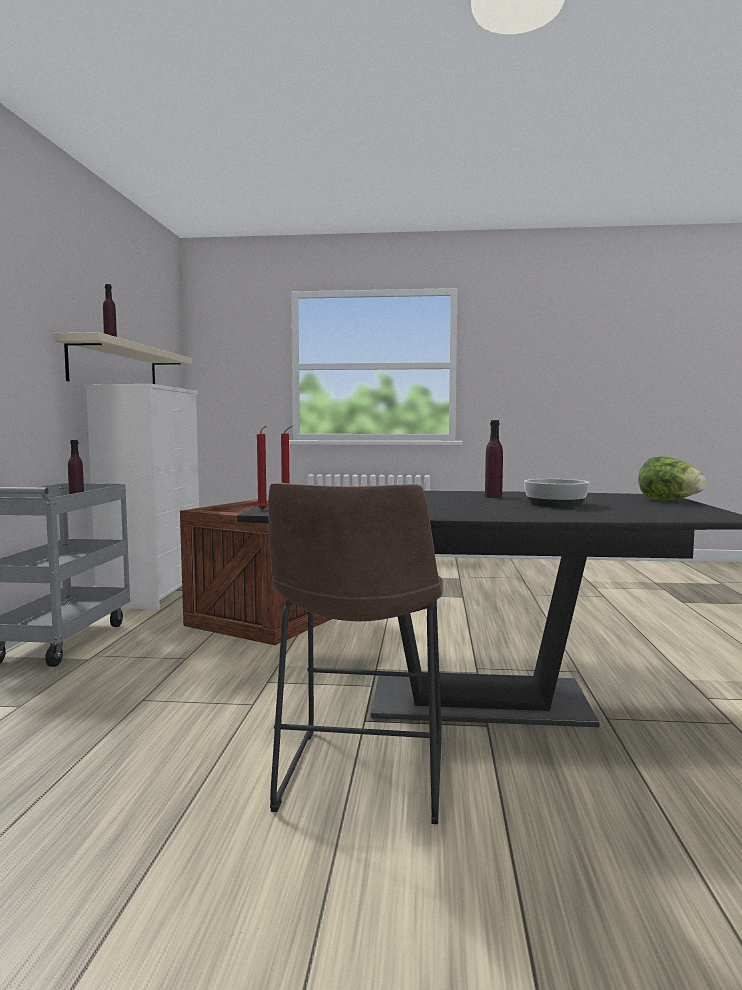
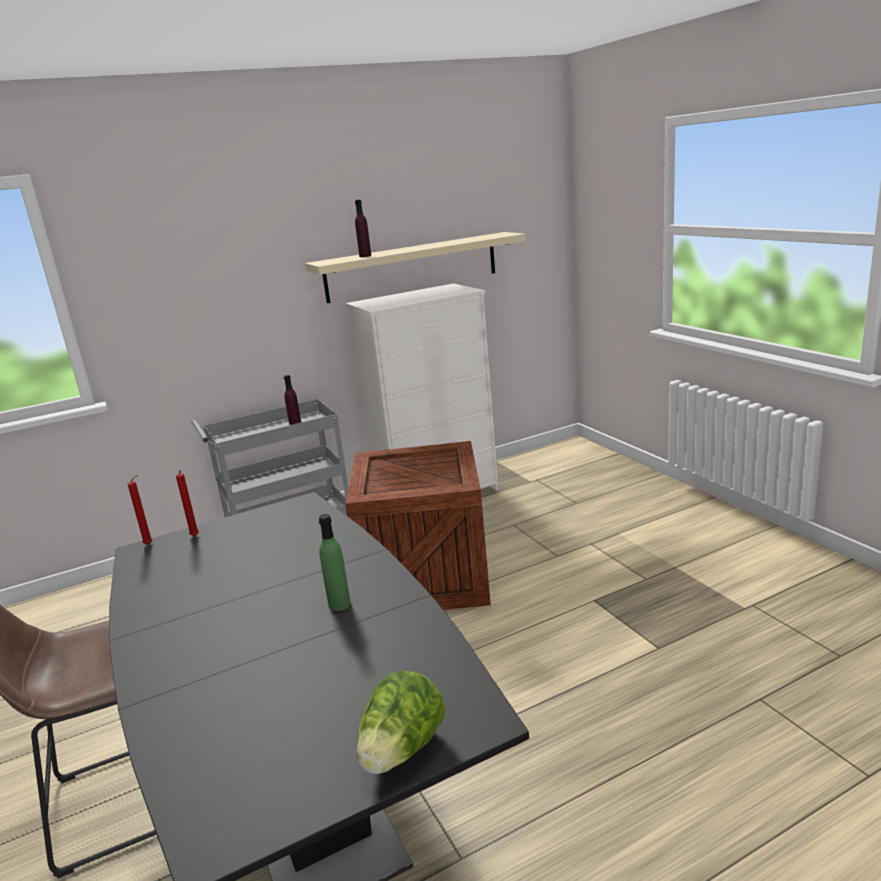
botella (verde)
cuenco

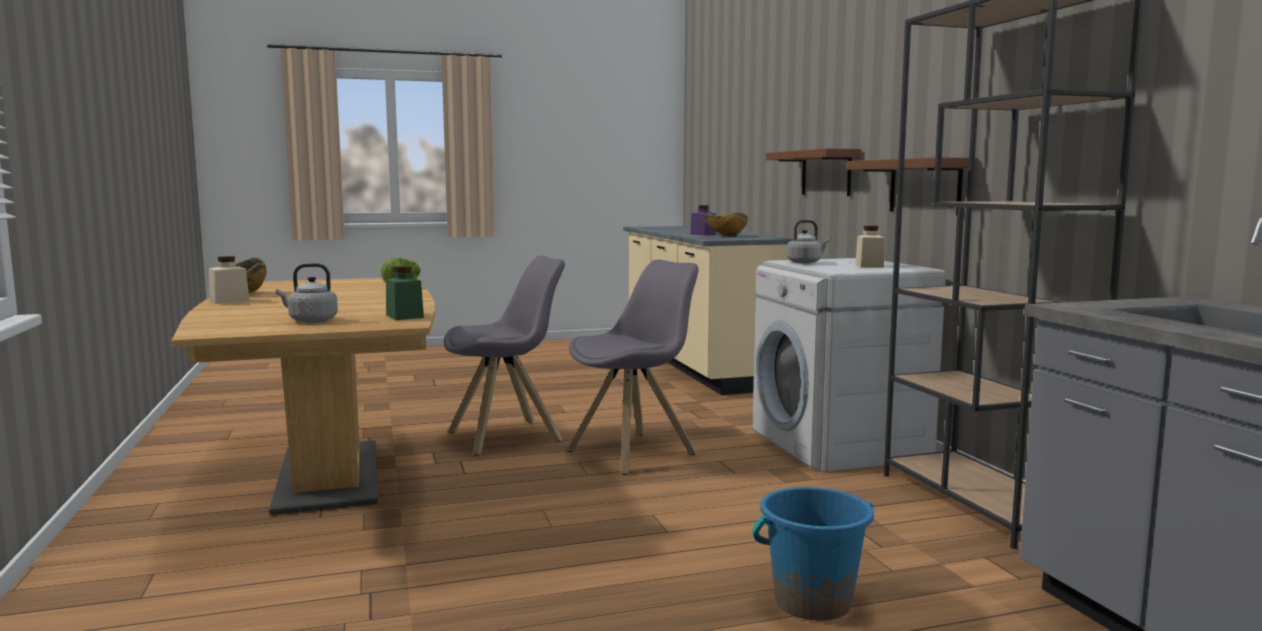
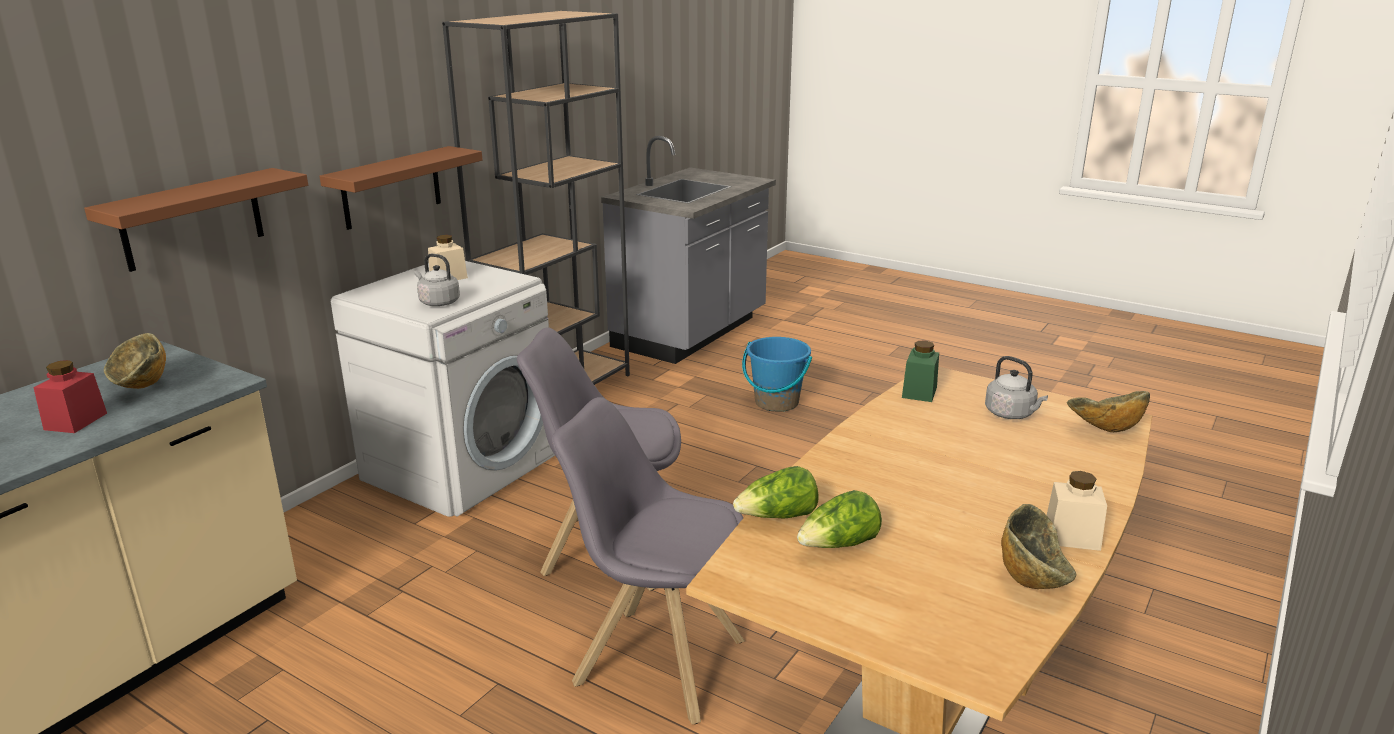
tarro (rojo)
lechuga (no. 2 from left)
cuenco (no. 3 from left)

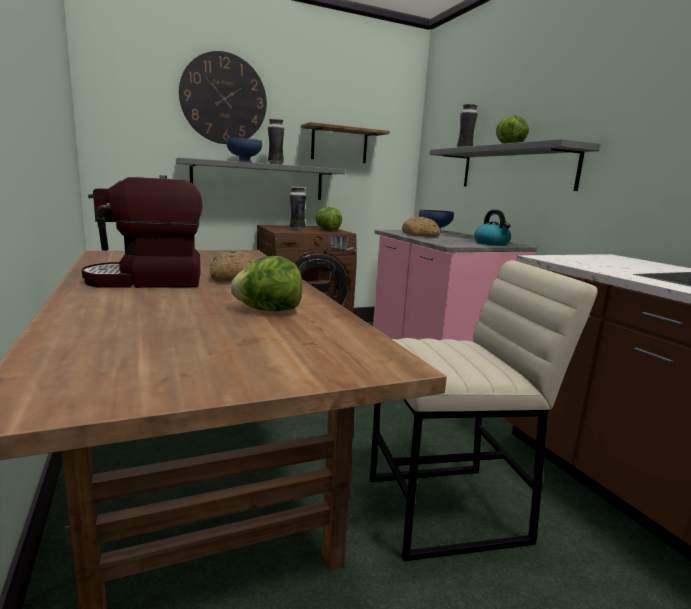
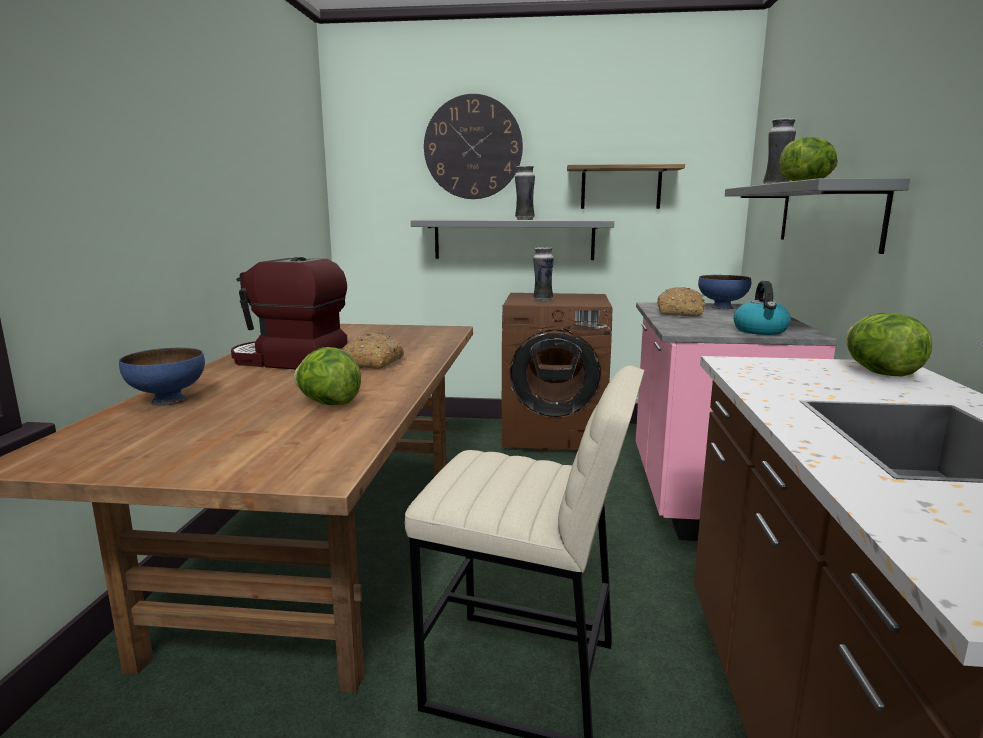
cuenco (azul) (no. 1 from left)
lechuga (no. 3 from left)

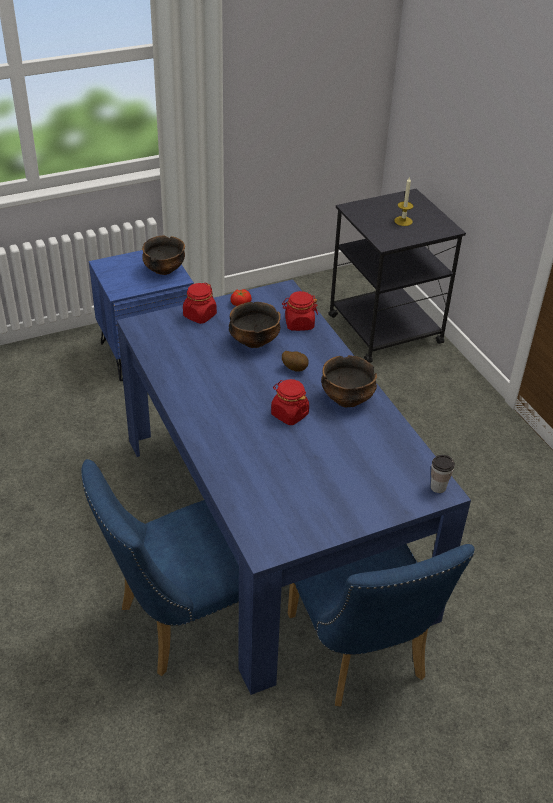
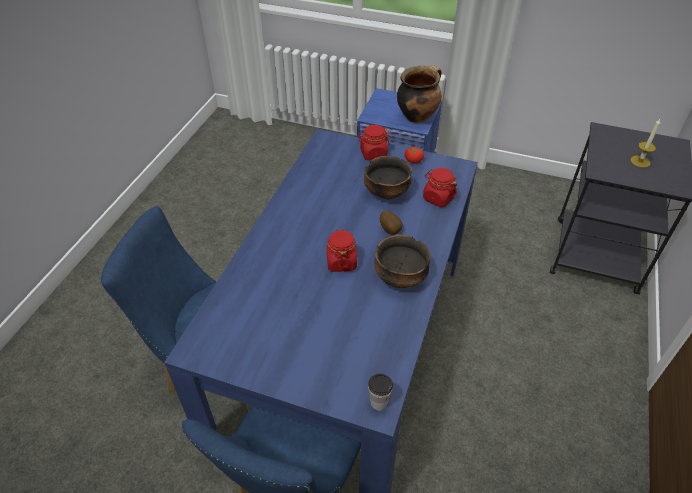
olla

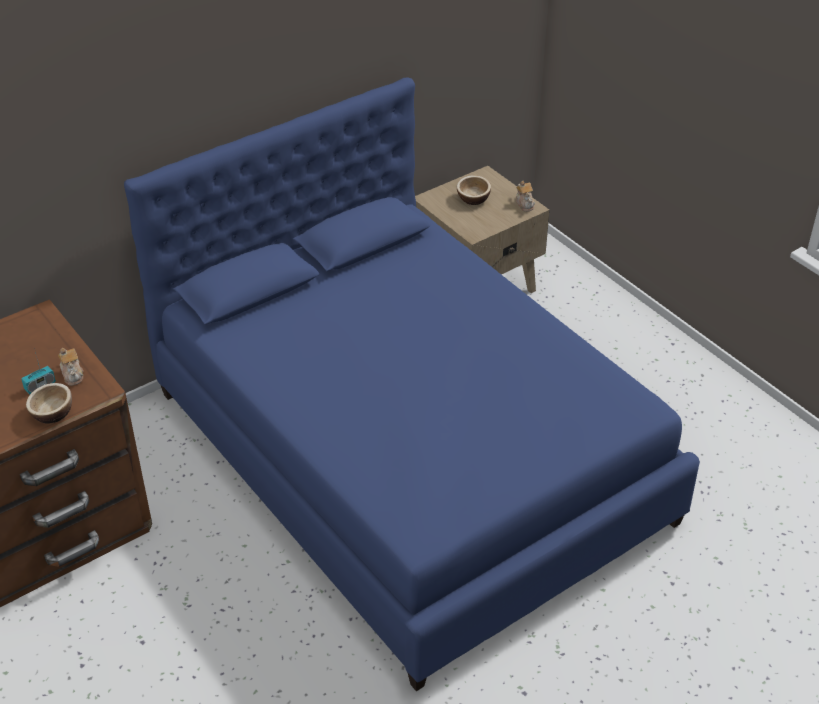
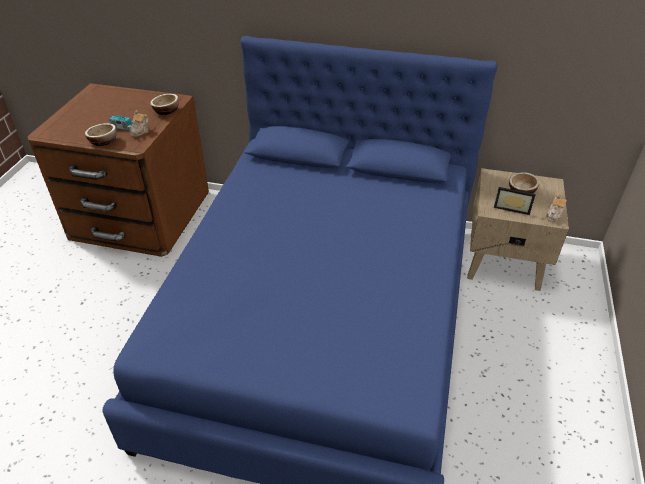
cuenco (no. 2 from left)
portarretratos

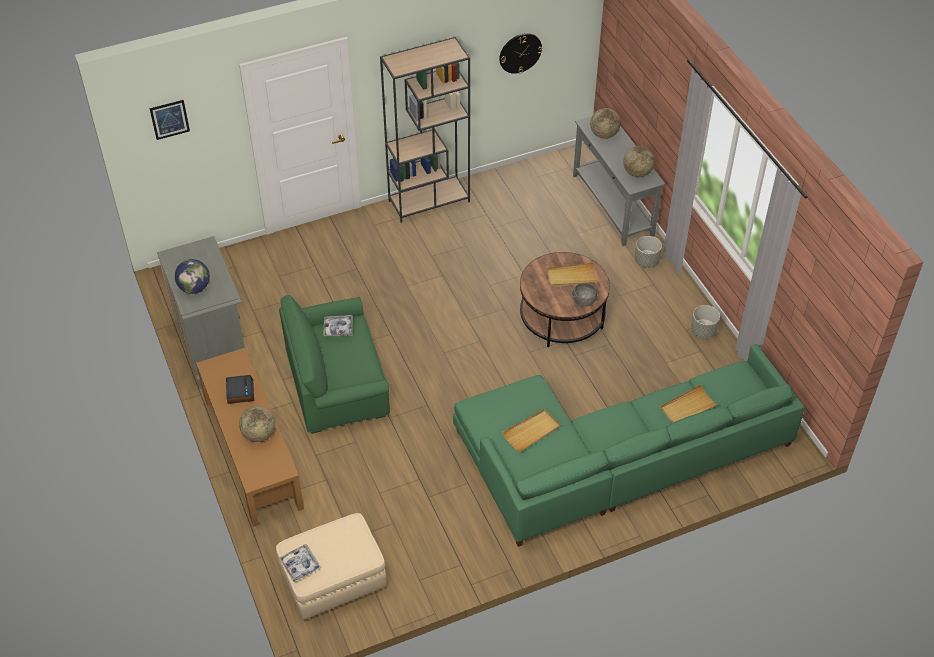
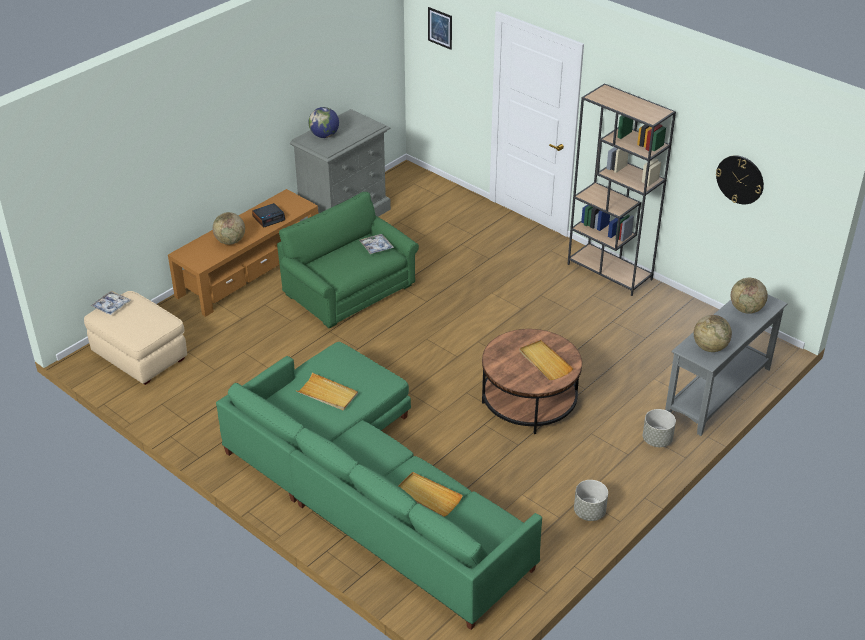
cuenco (gris)

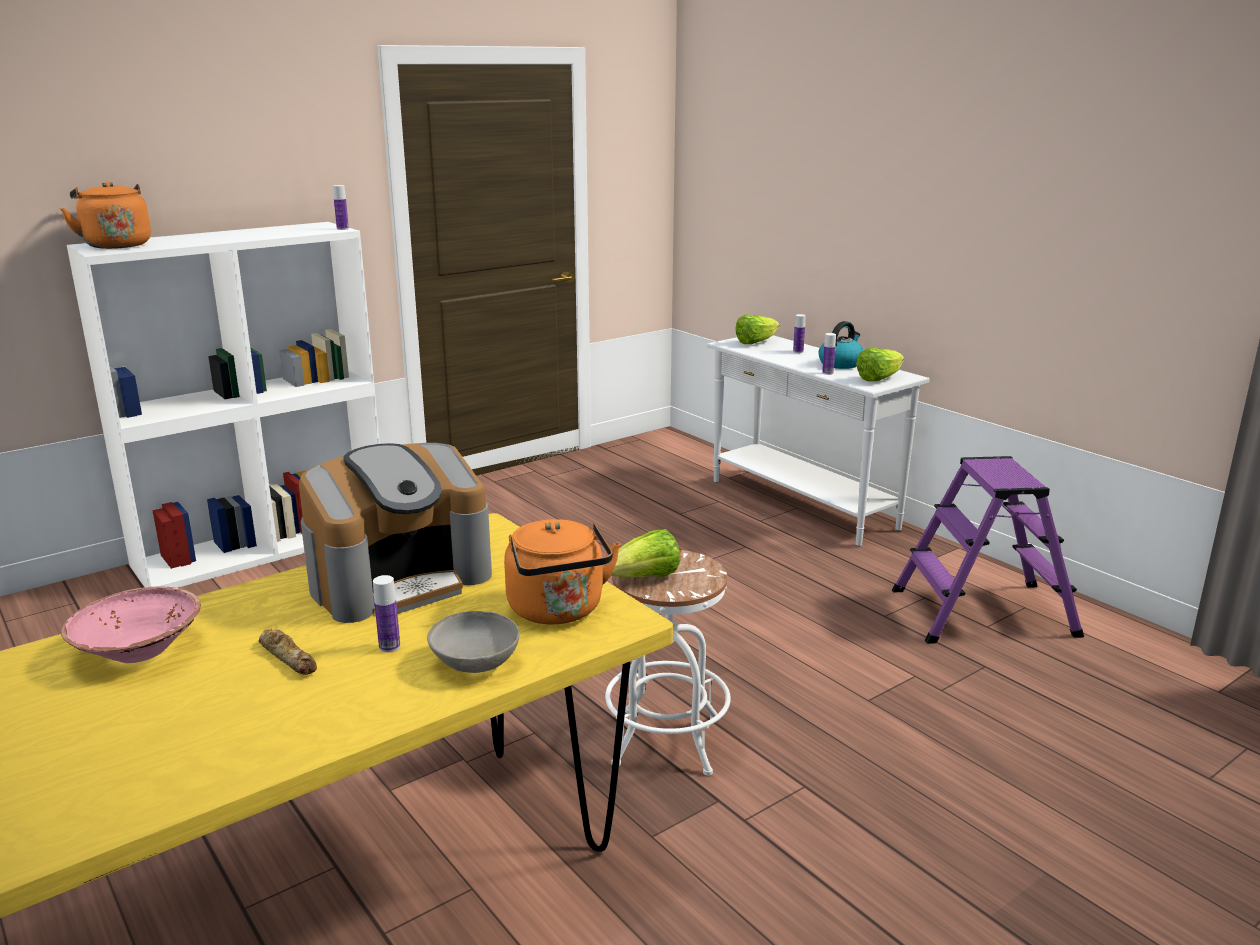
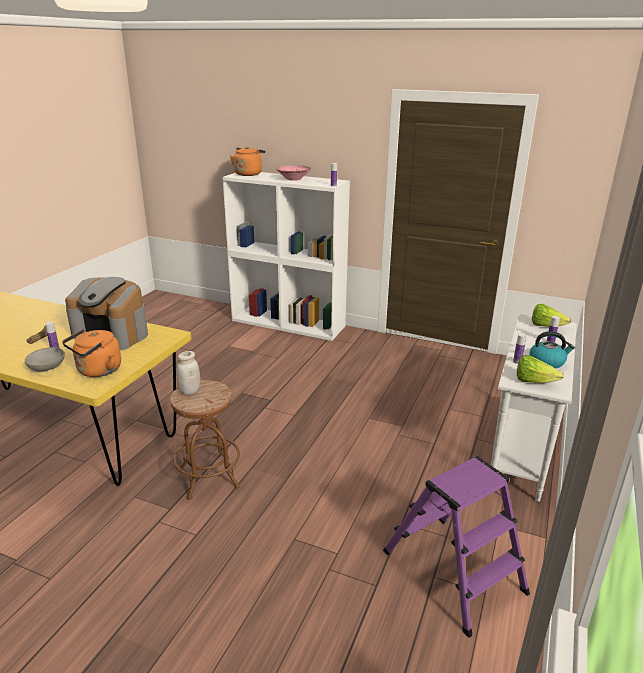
cuenco (rosa)
taburete (marrón)
tarro (blanco)

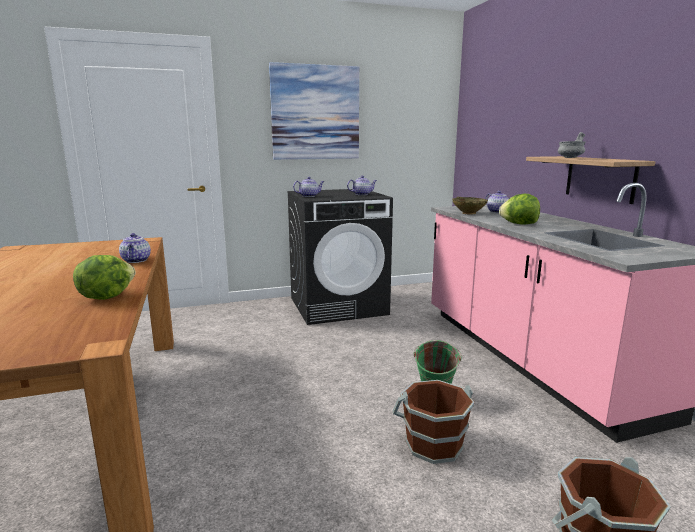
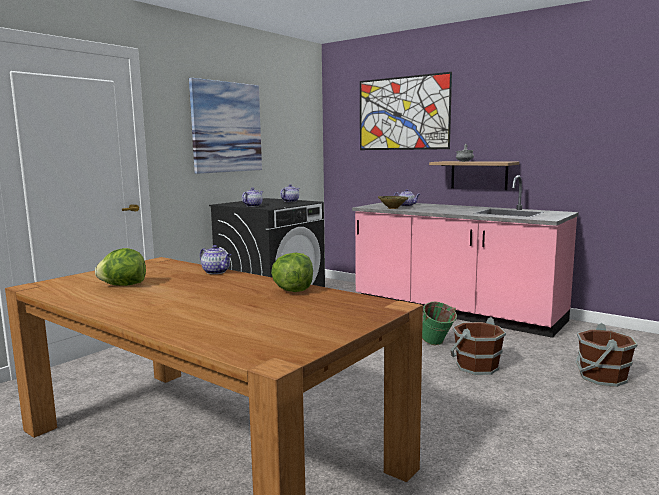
lechuga (no. 1 from left)
cuadro (no. 2 from left)

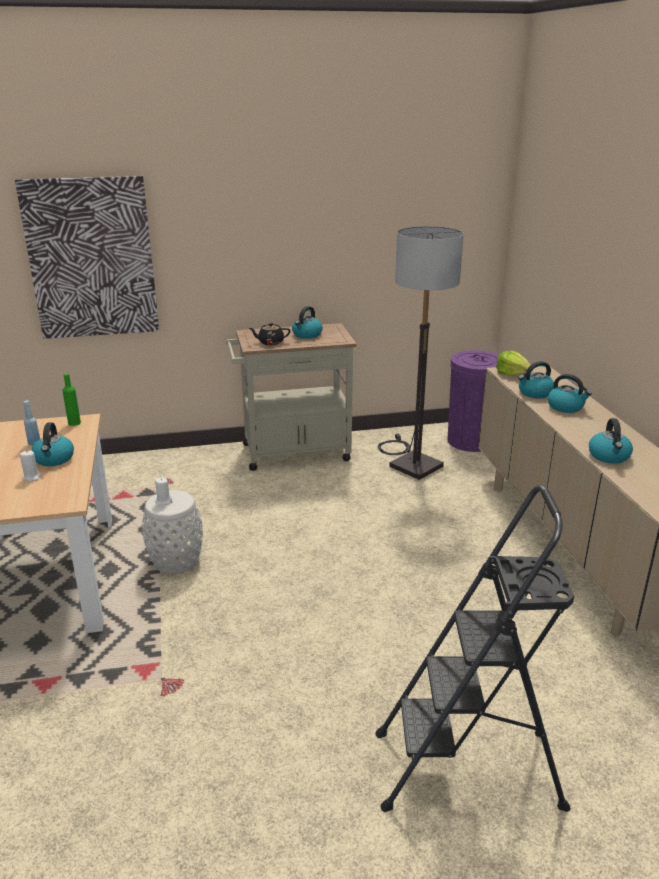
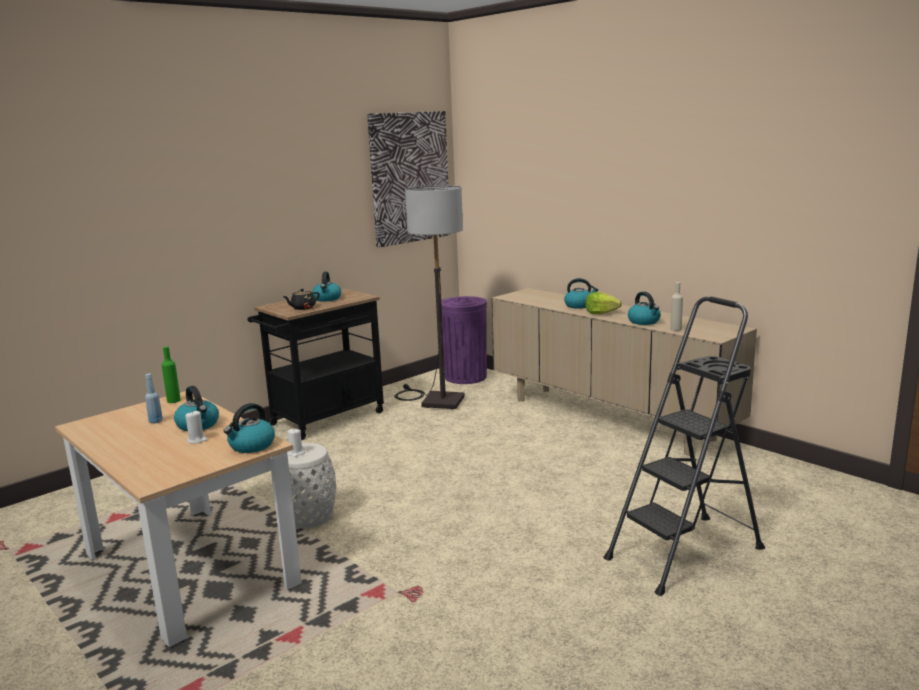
cuadro
carrito (negro)
lechuga
hervidor (no. 2 from left)
botella (beis)

